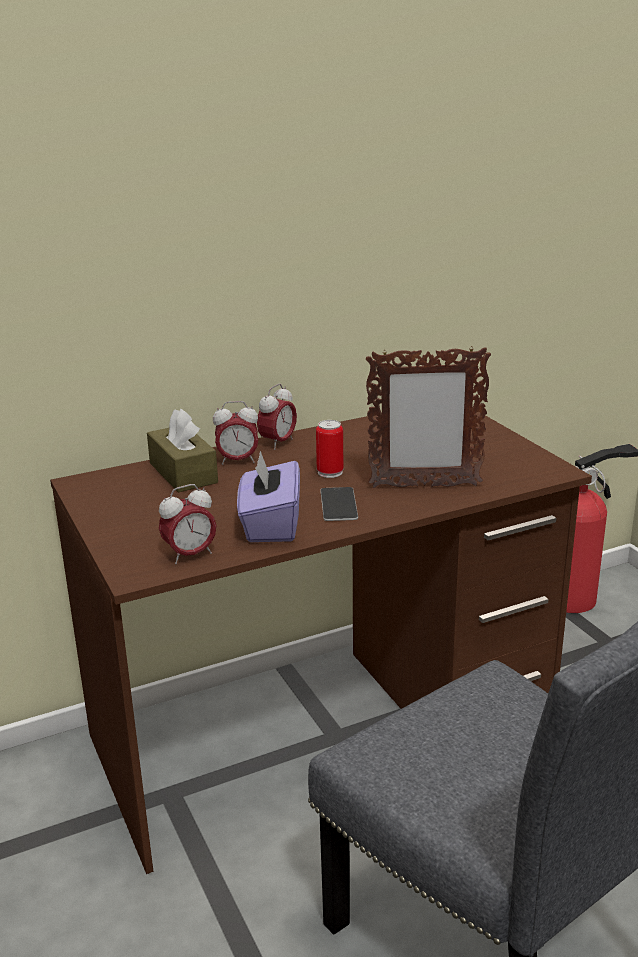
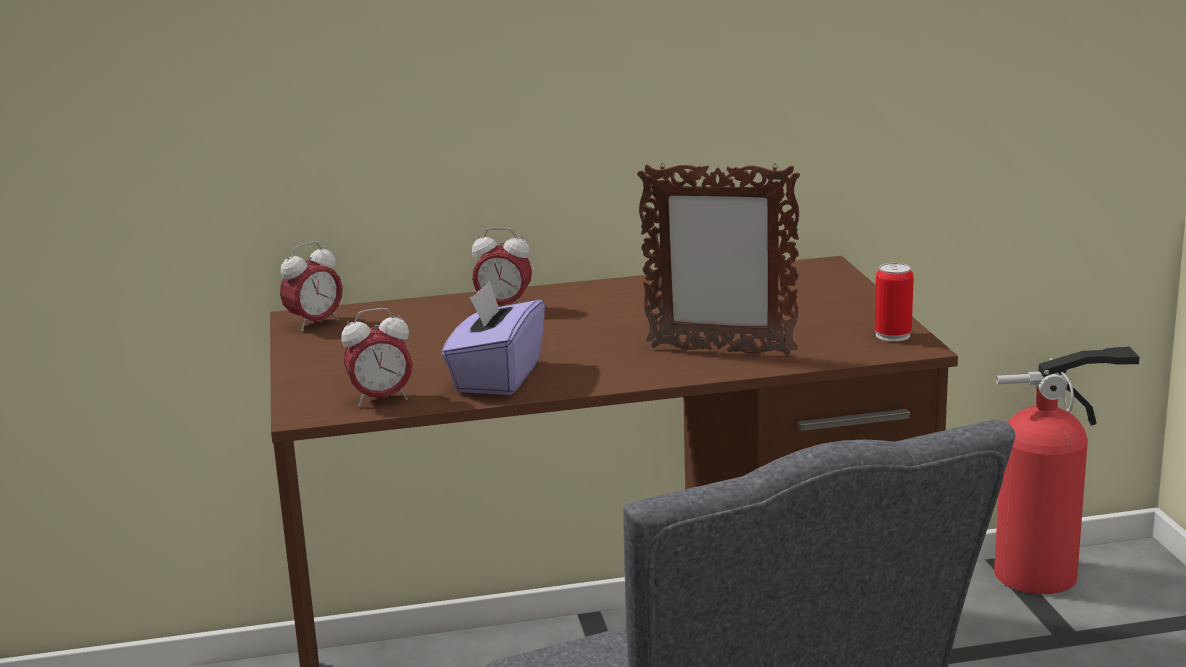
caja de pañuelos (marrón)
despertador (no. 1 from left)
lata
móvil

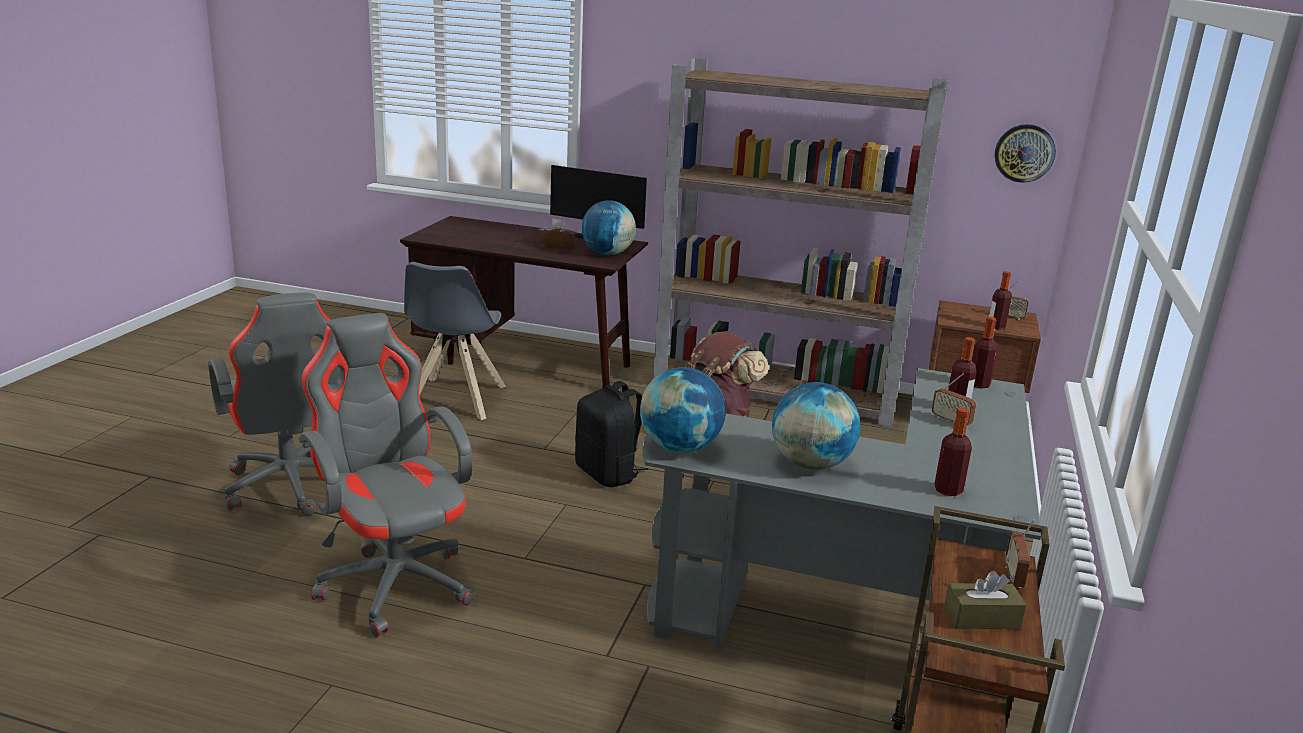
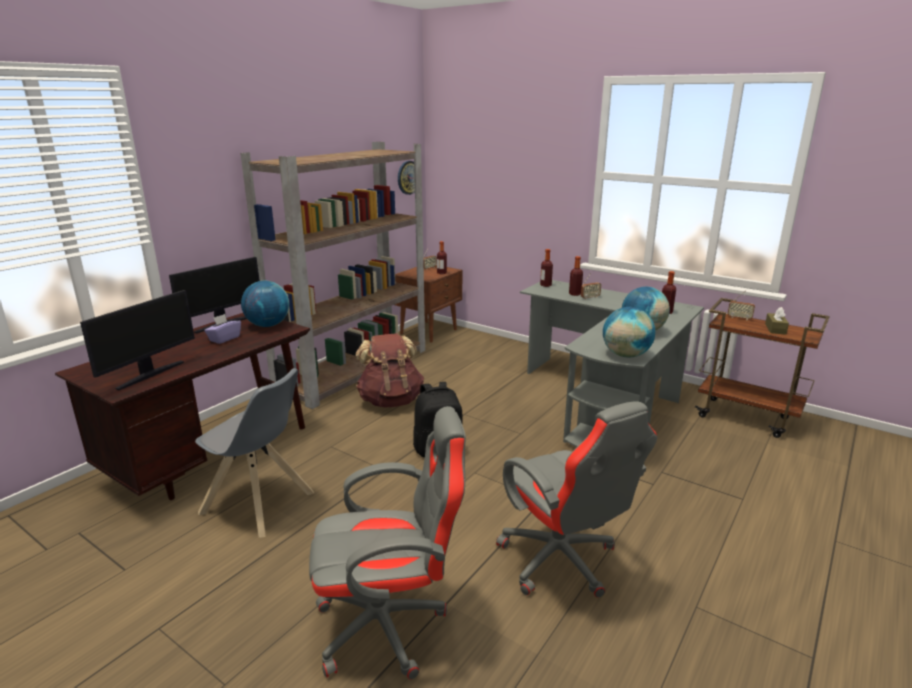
silla de oficina (gris) (no. 2 from left)
caja de pañuelos (morado)
monitor (no. 1 from left)

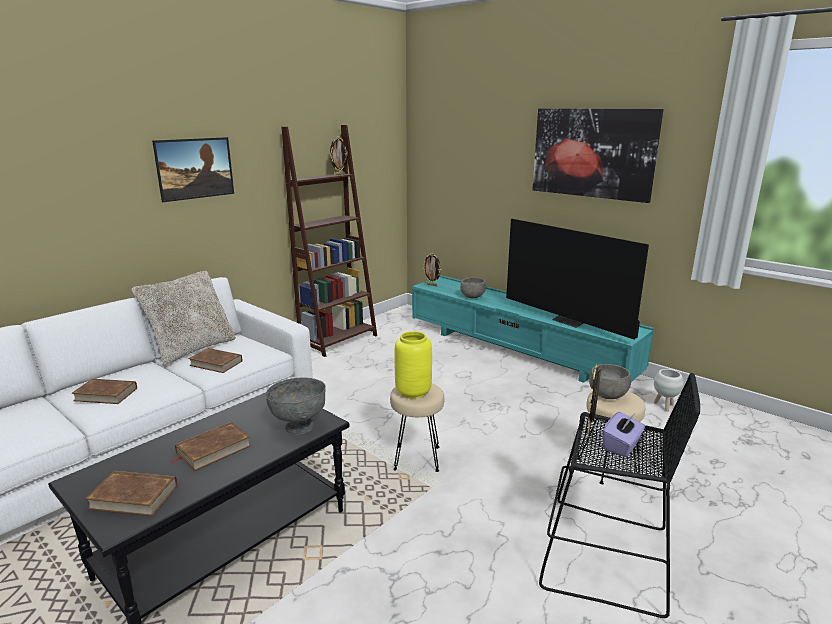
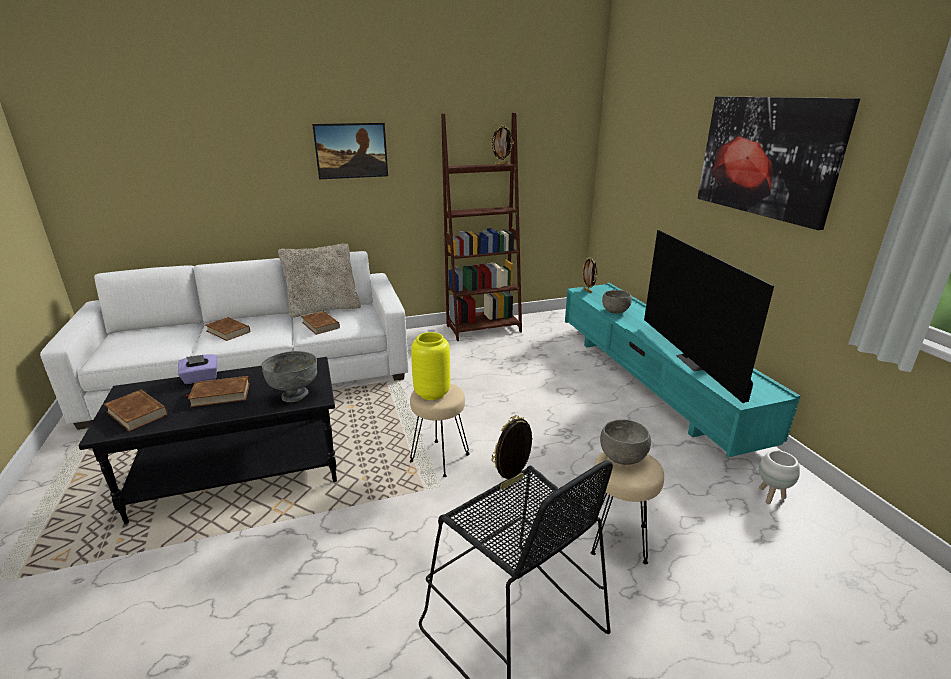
caja de pañuelos (morado)

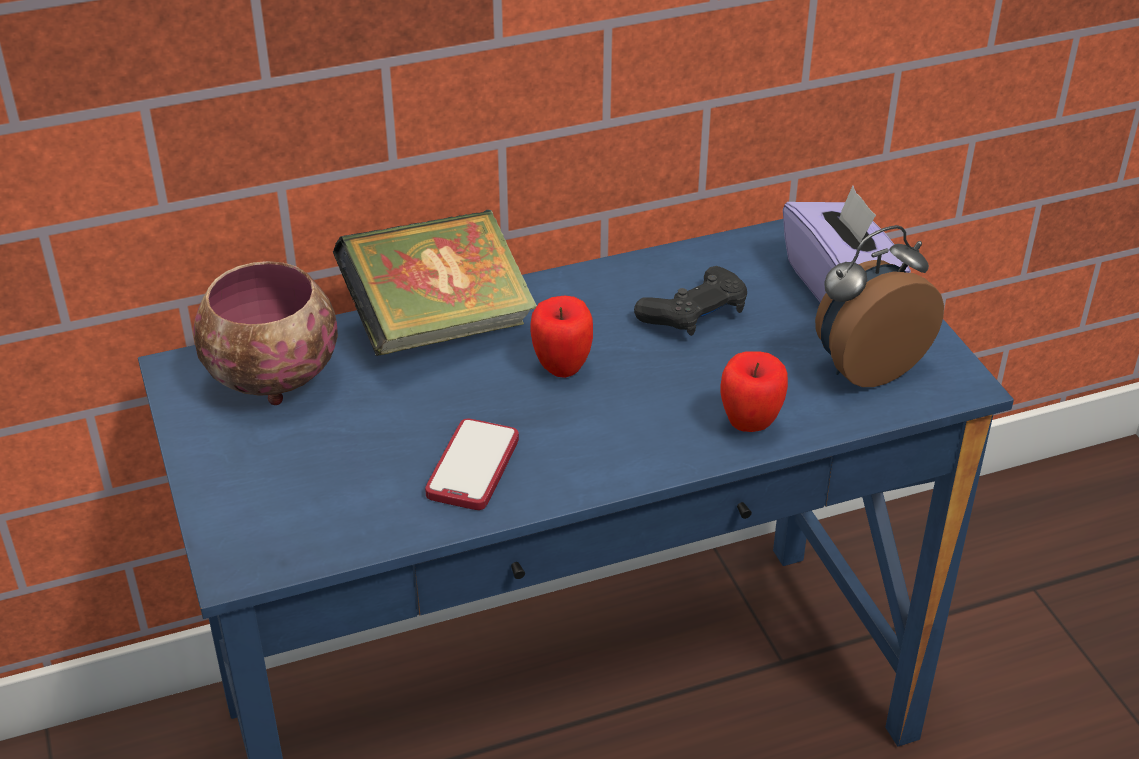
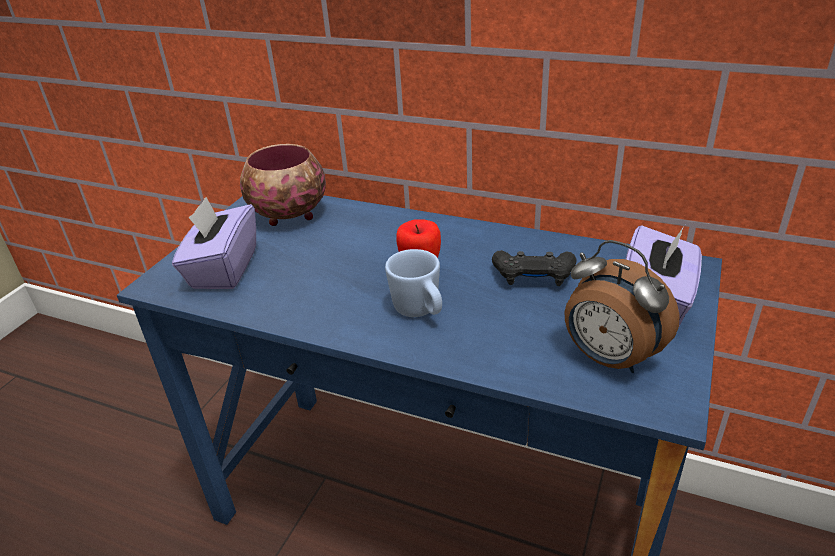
libro
móvil
manzana (no. 2 from left in the first image)
despertador
caja de pañuelos (morado) (no. 1 from left)
taza grande (azul)

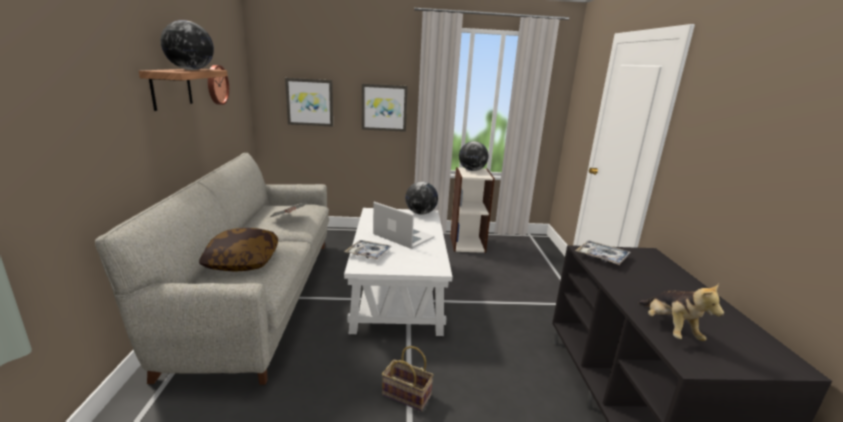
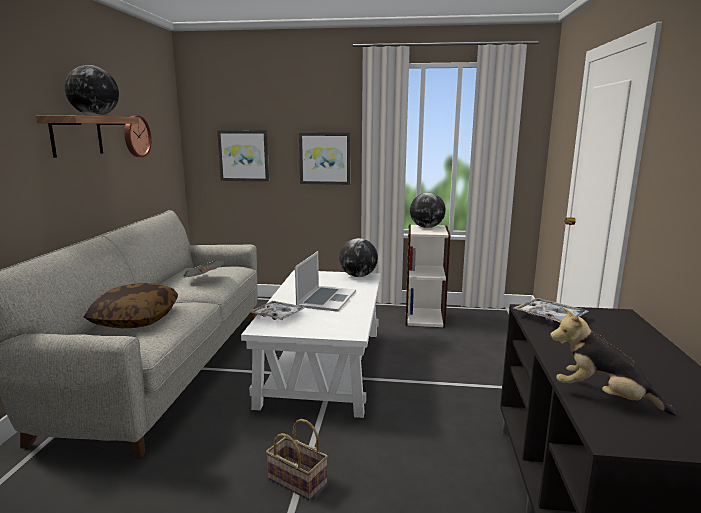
portátil
peluche

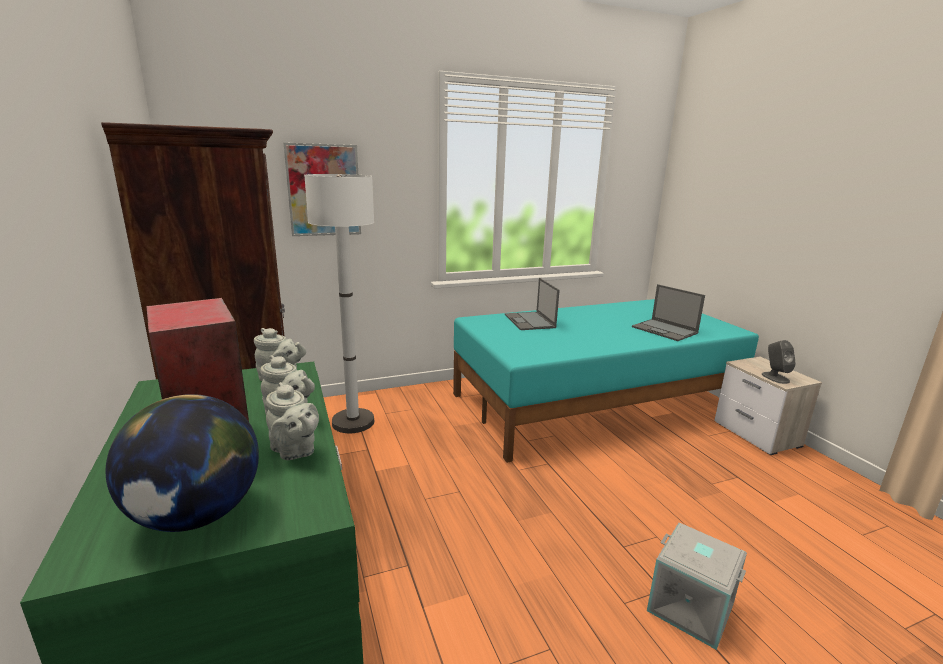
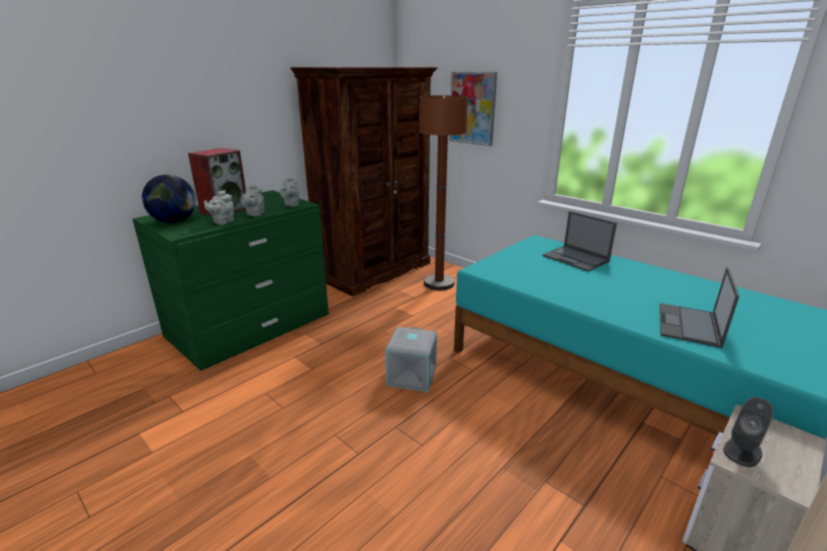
lámpara de pie (marrón)
portátil (no. 1 from left)
caja de almacenaje (gris)

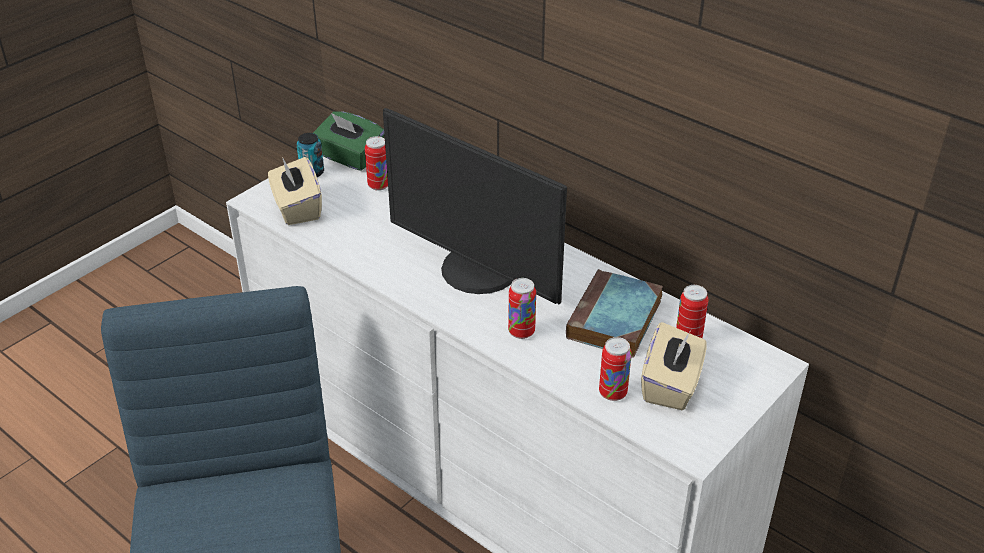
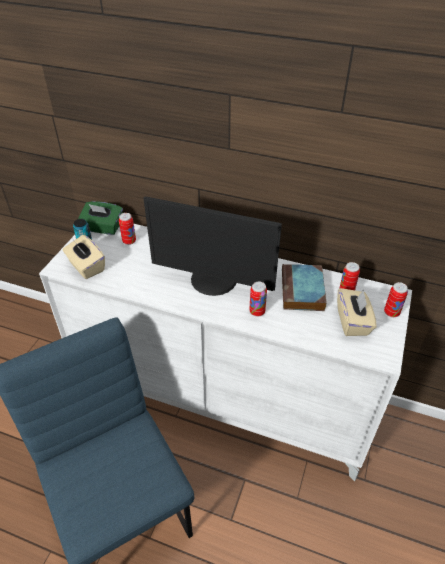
lata (no. 5 from left)

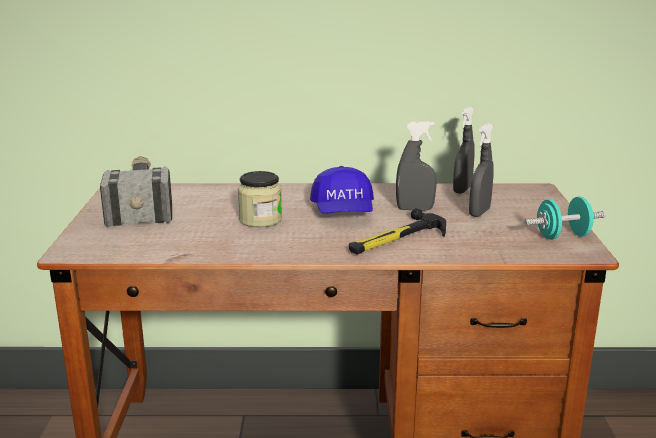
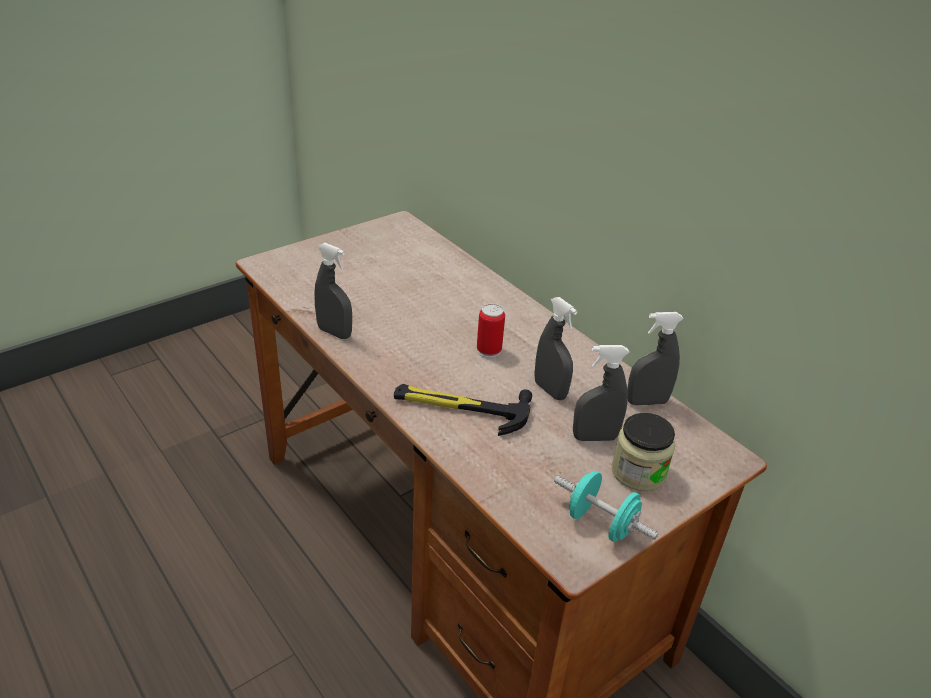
martillo (no. 1 from left in the first image)
tarro
lata
pulverizador (gris) (no. 1 from left)

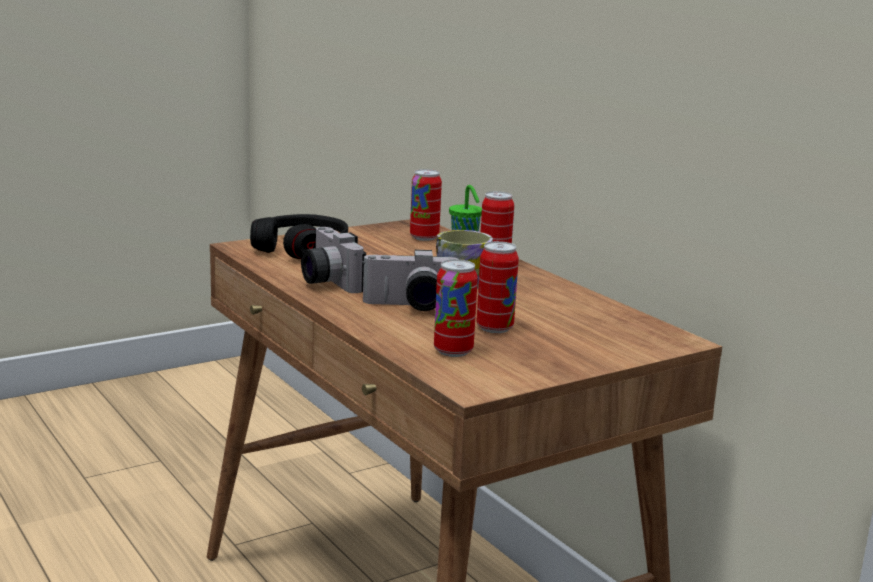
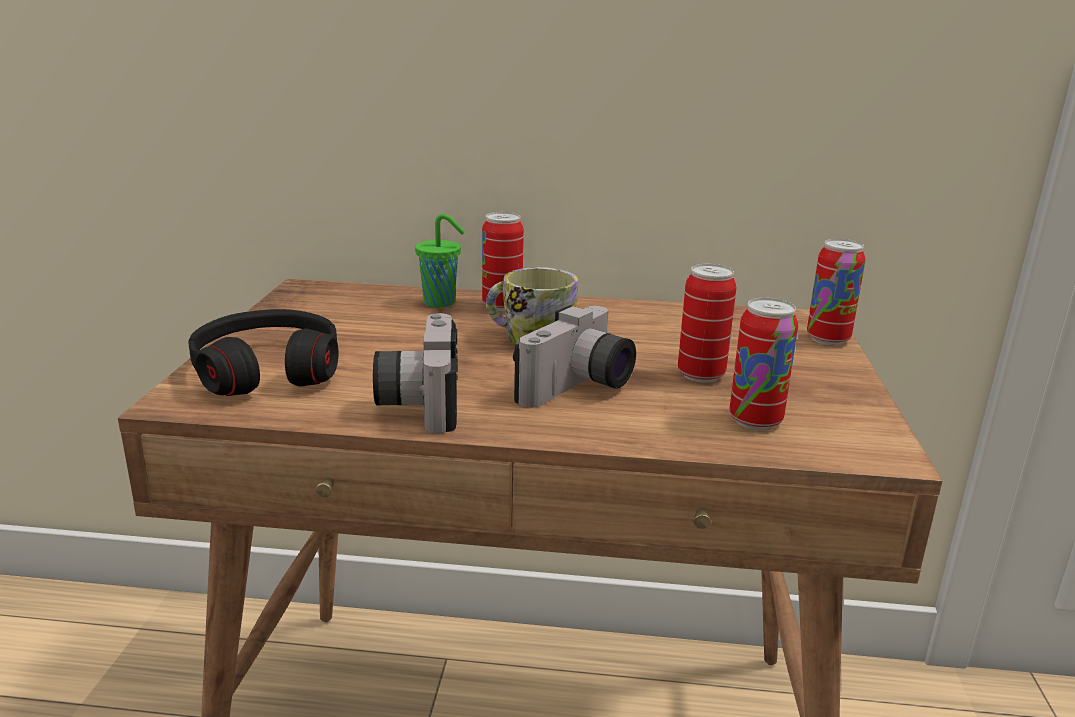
cámara (no. 1 from left)
lata (no. 4 from left)

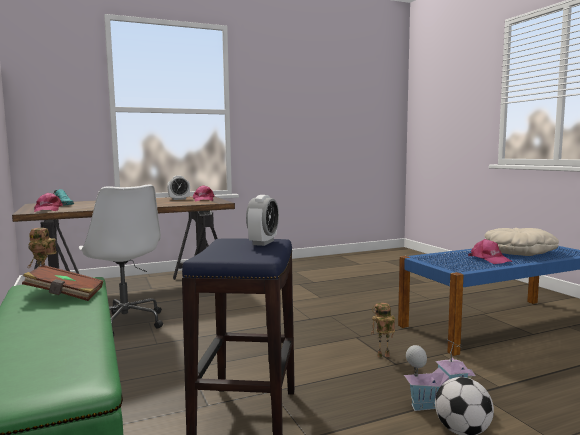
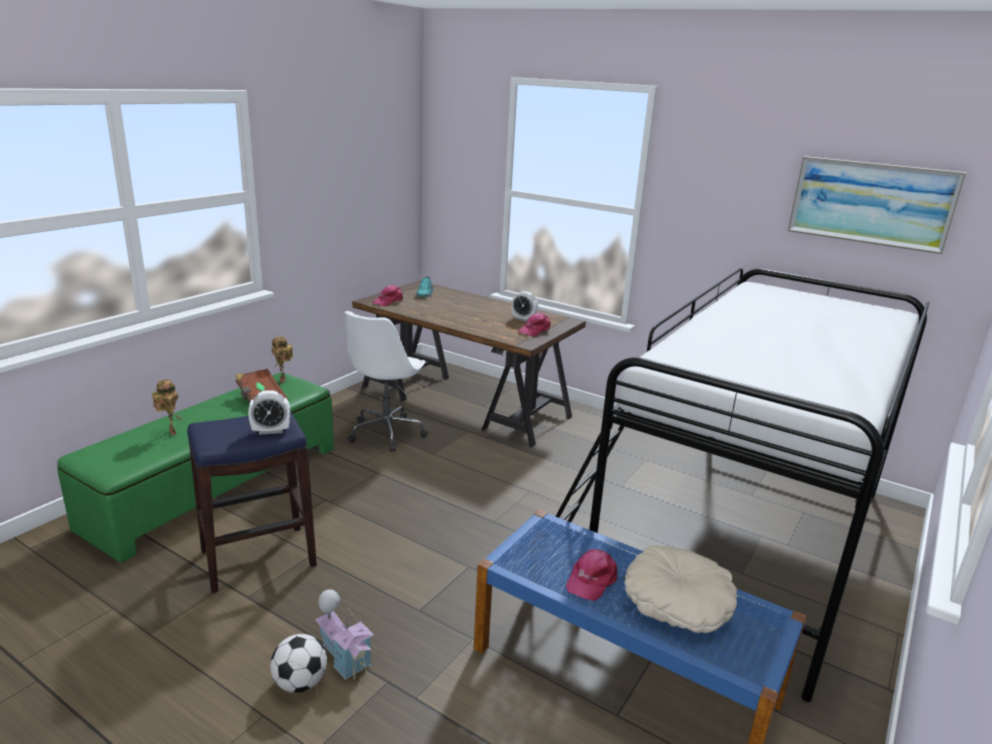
robot de juguete (no. 1 from left)
cama (negro)
cuadro

